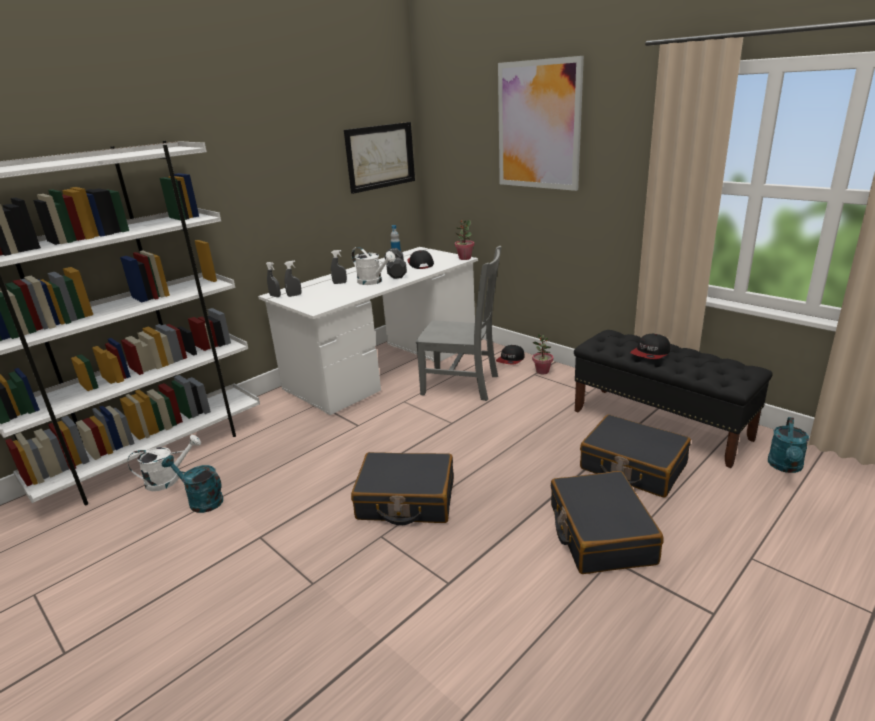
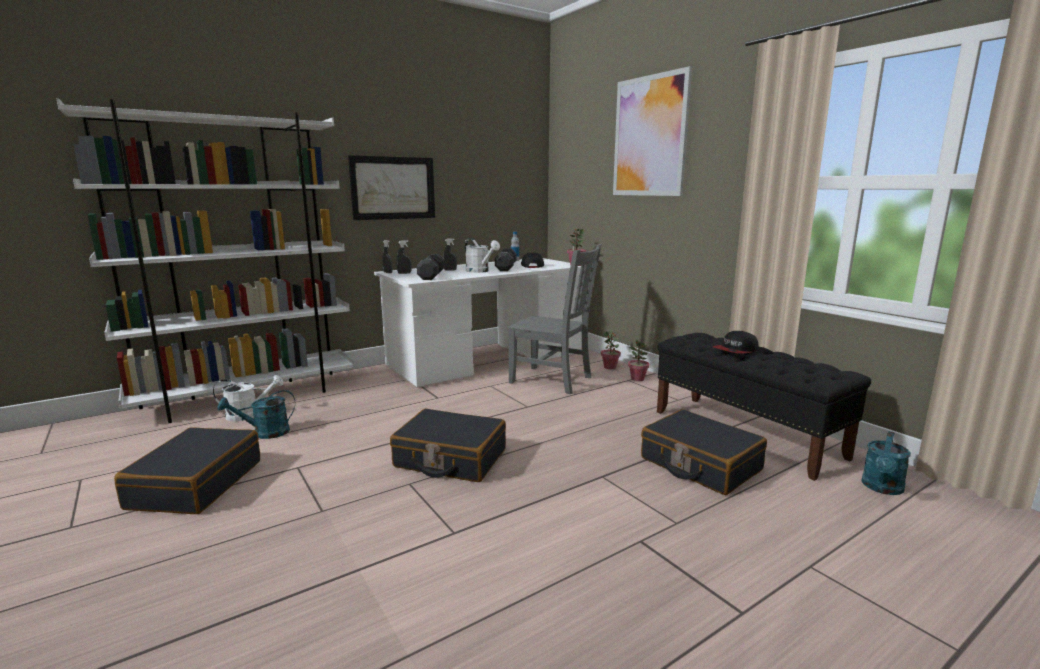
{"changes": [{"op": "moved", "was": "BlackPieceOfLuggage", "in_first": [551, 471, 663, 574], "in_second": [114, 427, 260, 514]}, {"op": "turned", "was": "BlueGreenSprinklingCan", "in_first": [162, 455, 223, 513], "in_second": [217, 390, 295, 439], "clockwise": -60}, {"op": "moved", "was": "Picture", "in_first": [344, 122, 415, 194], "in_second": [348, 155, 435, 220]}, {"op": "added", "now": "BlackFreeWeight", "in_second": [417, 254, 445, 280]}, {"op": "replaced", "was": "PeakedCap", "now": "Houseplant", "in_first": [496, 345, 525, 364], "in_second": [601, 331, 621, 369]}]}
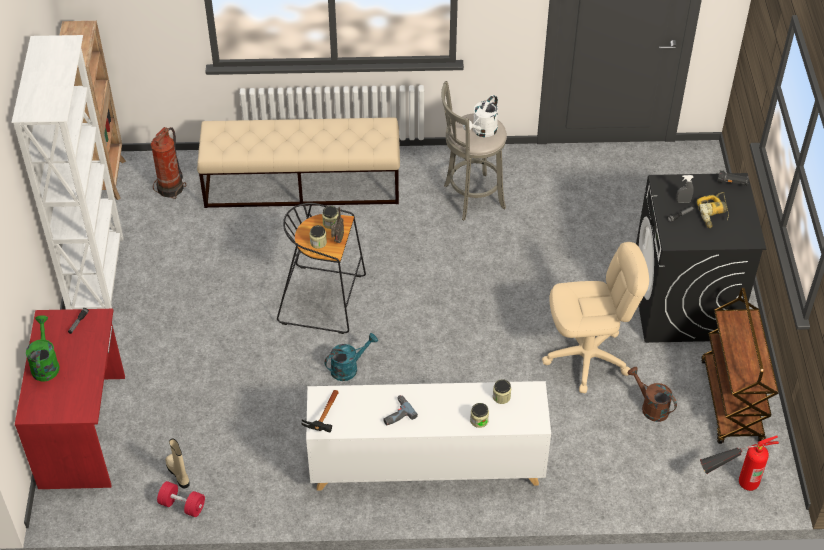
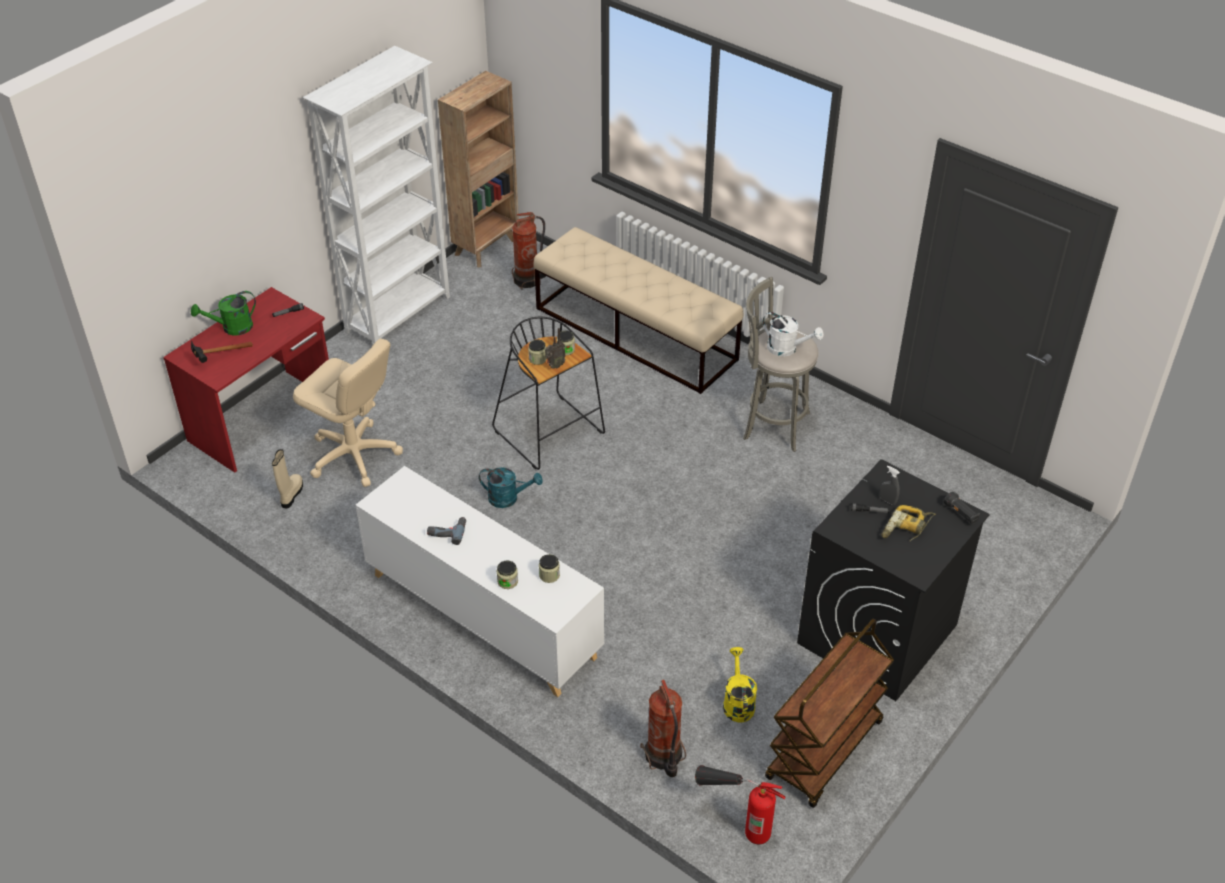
{"changes": [{"op": "turned", "was": "GreenSprinklingCan", "in_first": [26, 315, 59, 382], "in_second": [191, 291, 256, 336], "clockwise": -150}, {"op": "moved", "was": "ToolHammer", "in_first": [301, 390, 339, 432], "in_second": [191, 340, 253, 363]}, {"op": "moved", "was": "BeigeOfficeChair", "in_first": [542, 242, 649, 393], "in_second": [293, 338, 403, 487]}, {"op": "added", "now": "FireExtinguisher", "in_second": [640, 680, 686, 777]}, {"op": "recoloured", "was": "BrownSprinklingCan", "now": "YellowishSprinklingCan", "in_first": [628, 367, 677, 422], "in_second": [723, 647, 757, 723]}, {"op": "turned", "was": "WhitishSprinklingCan", "in_first": [462, 95, 498, 137], "in_second": [762, 312, 824, 357], "clockwise": -135}, {"op": "removed", "was": "ReddishFreeWeight", "in_first": [157, 481, 205, 517]}]}
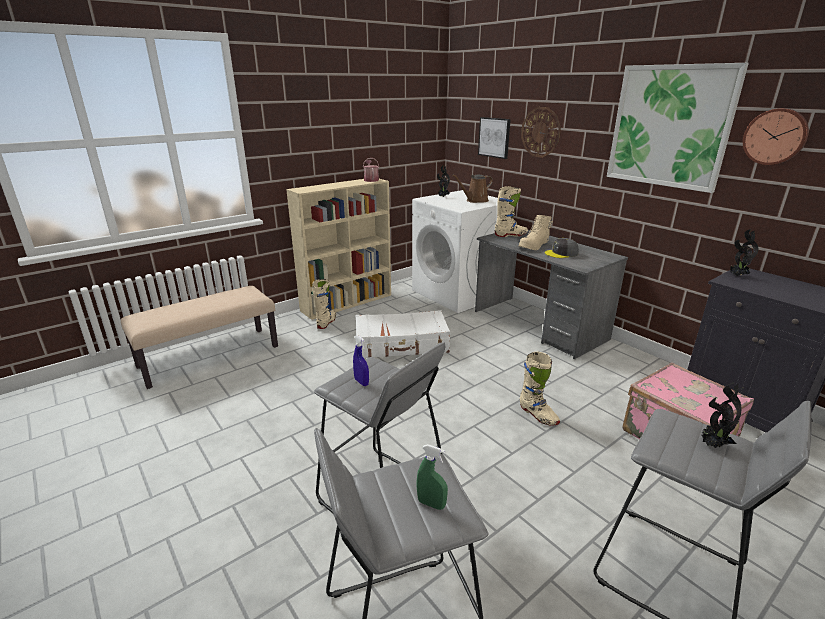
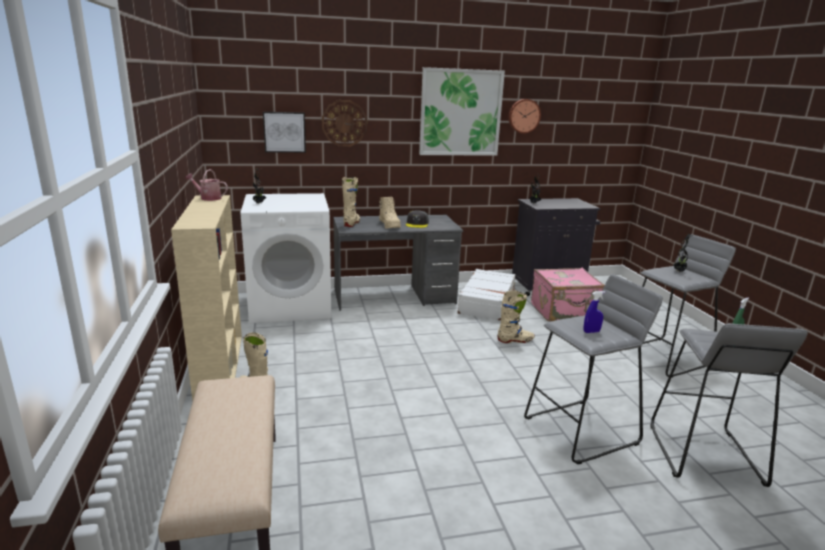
{"changes": [{"op": "moved", "was": "WhitishPieceOfLuggage", "in_first": [356, 310, 450, 358], "in_second": [457, 269, 516, 321]}, {"op": "removed", "was": "BrownSprinklingCan", "in_first": [452, 174, 493, 203]}]}
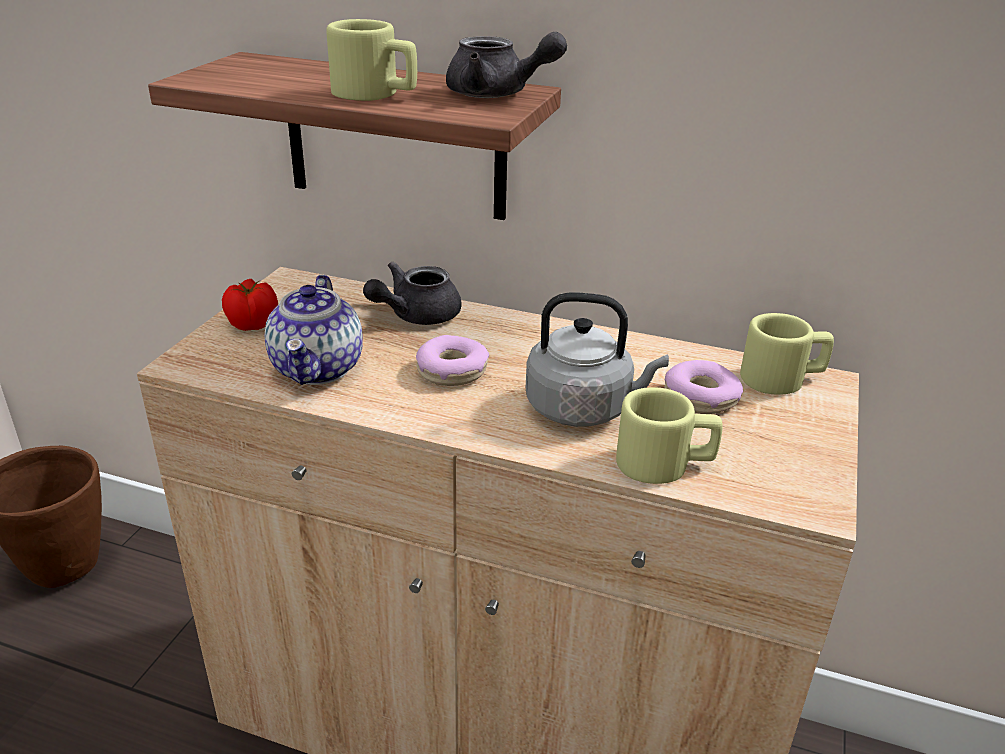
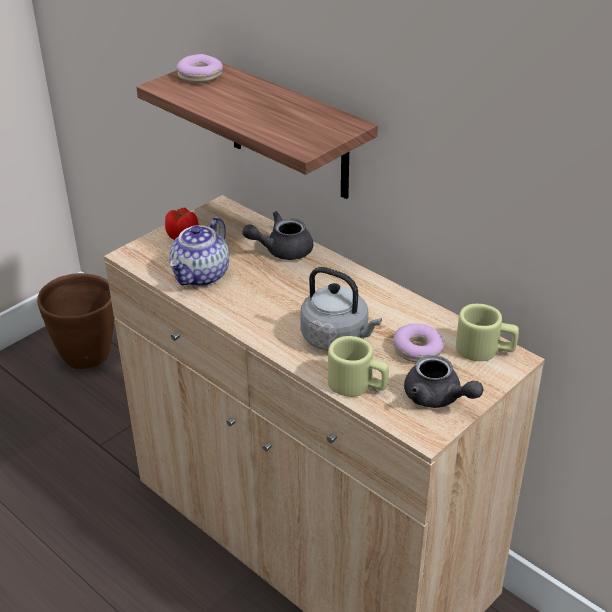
{"changes": [{"op": "moved", "was": "Donut", "in_first": [416, 335, 489, 386], "in_second": [176, 54, 223, 83]}, {"op": "moved", "was": "GrayTeapot", "in_first": [446, 32, 567, 98], "in_second": [404, 355, 484, 408]}, {"op": "removed", "was": "BeigeMug", "in_first": [326, 19, 417, 101]}]}
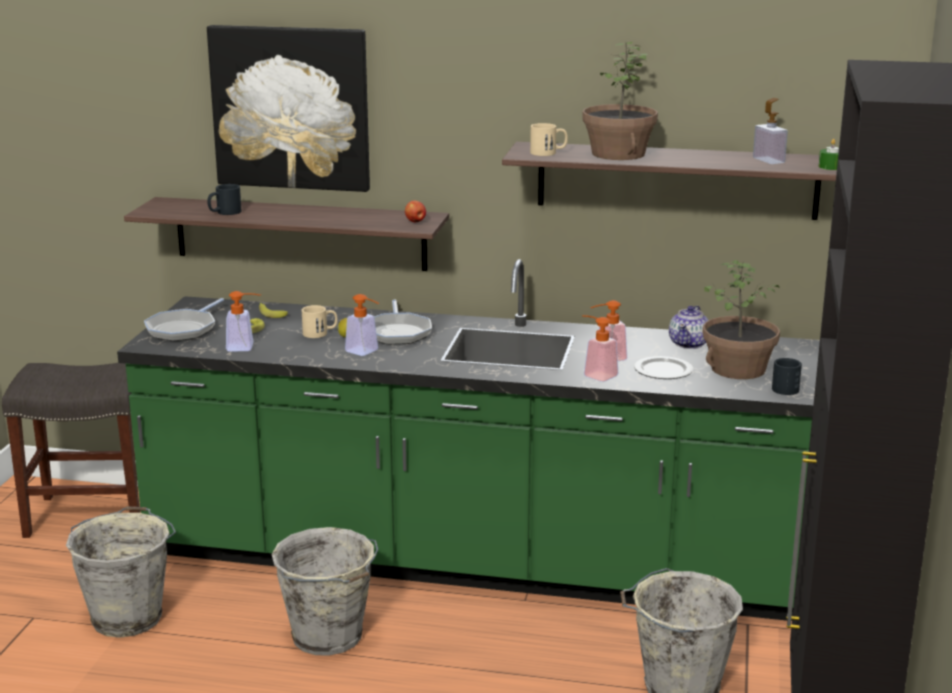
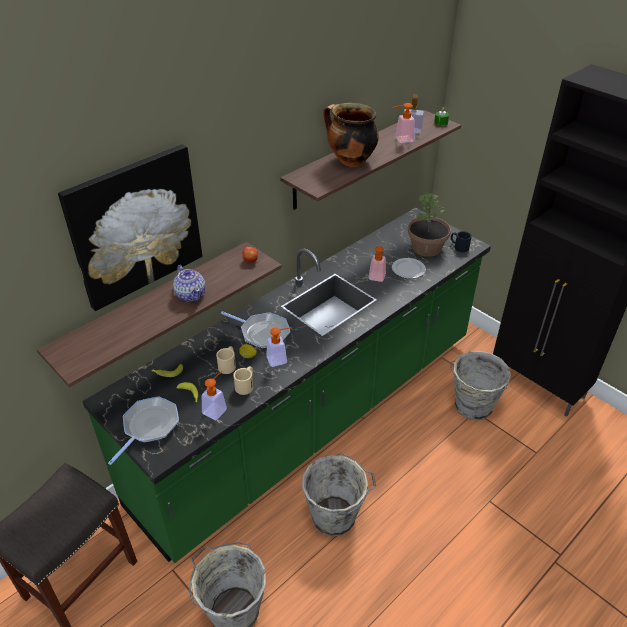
{"changes": [{"op": "turned", "was": "FryingPan", "in_first": [144, 298, 224, 341], "in_second": [108, 396, 179, 465], "clockwise": -120}, {"op": "moved", "was": "Teapot", "in_first": [669, 306, 709, 349], "in_second": [173, 265, 206, 301]}, {"op": "moved", "was": "BeigeMug", "in_first": [530, 123, 568, 156], "in_second": [233, 366, 253, 395]}, {"op": "replaced", "was": "Houseplant", "now": "Saucepot", "in_first": [582, 42, 658, 160], "in_second": [323, 103, 379, 167]}, {"op": "moved", "was": "LiquidSoapBottle", "in_first": [582, 315, 618, 382], "in_second": [393, 103, 415, 143]}, {"op": "removed", "was": "BlackMug", "in_first": [207, 184, 242, 215]}]}
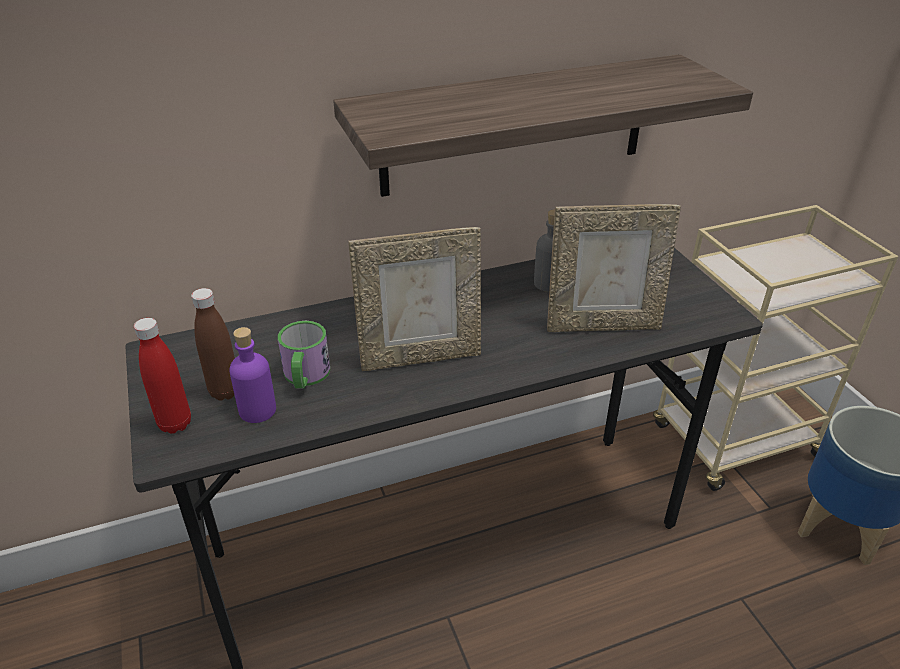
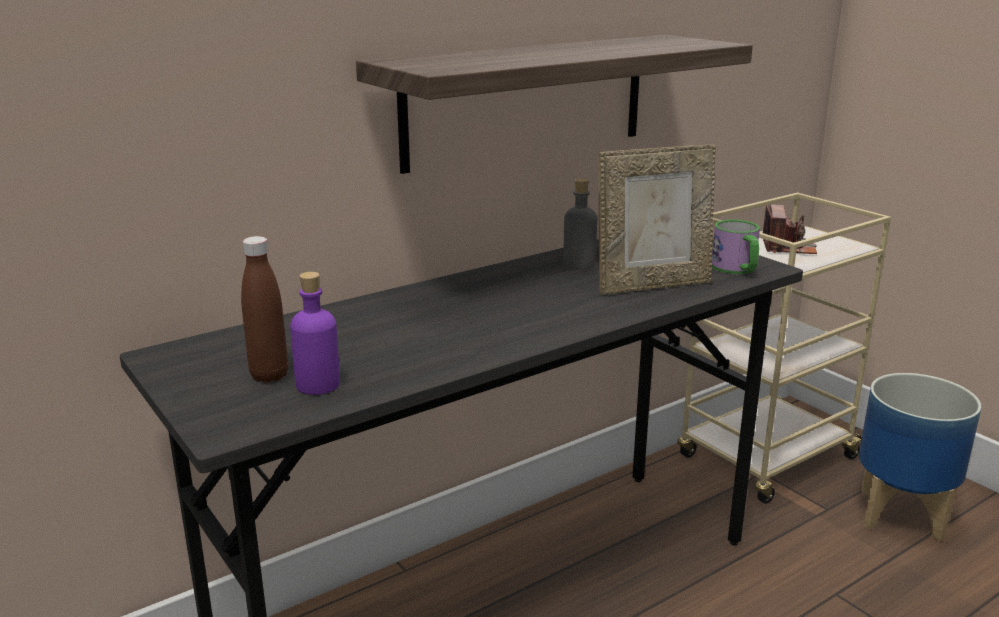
{"changes": [{"op": "moved", "was": "Mug", "in_first": [278, 321, 330, 389], "in_second": [712, 220, 760, 274]}, {"op": "added", "now": "PhotoCamera", "in_second": [763, 204, 817, 254]}, {"op": "removed", "was": "ReddishDrinkBottle", "in_first": [134, 318, 191, 434]}, {"op": "removed", "was": "PhotoFrame", "in_first": [349, 227, 481, 371]}]}
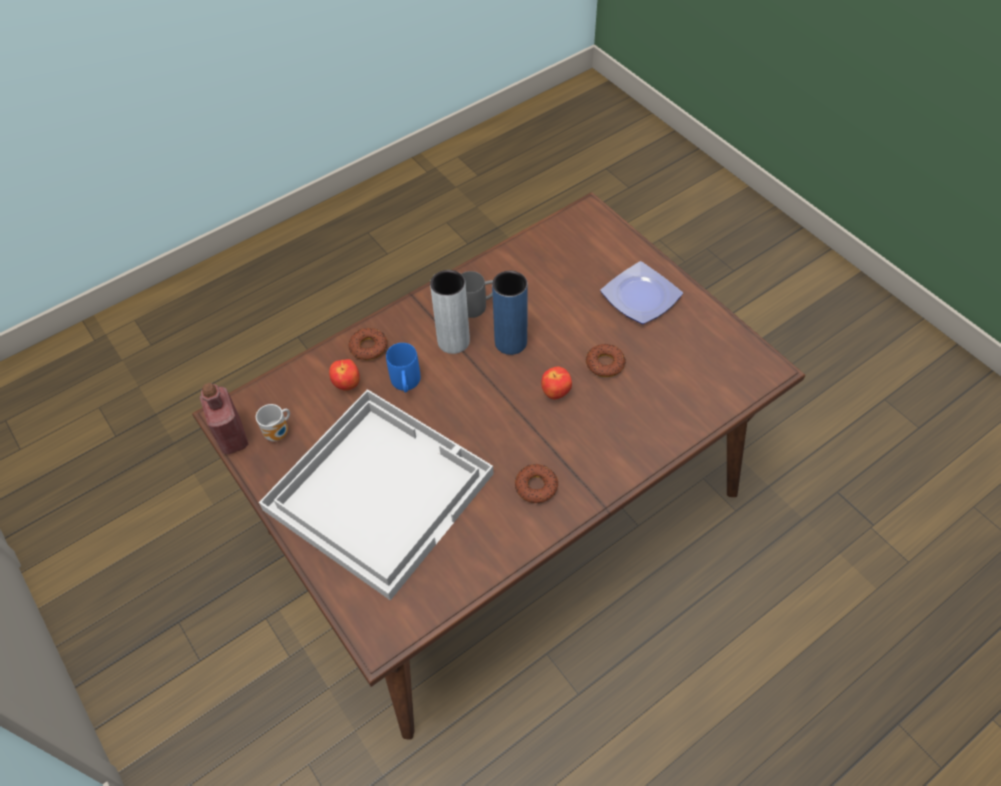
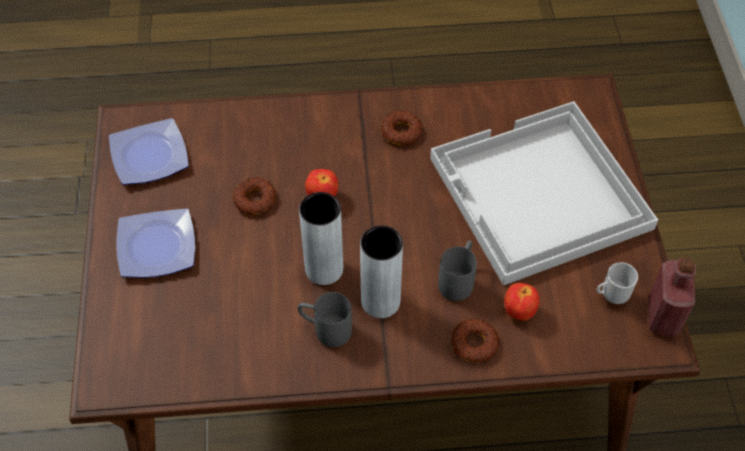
{"changes": [{"op": "added", "now": "DinnerPlate", "in_second": [109, 118, 189, 185]}, {"op": "recoloured", "was": "BlueDecorativeVase", "now": "GrayDecorativeVase", "in_first": [492, 271, 528, 355], "in_second": [299, 192, 343, 285]}, {"op": "recoloured", "was": "BlueMug", "now": "GrayMug", "in_first": [386, 343, 420, 393], "in_second": [438, 240, 477, 301]}]}
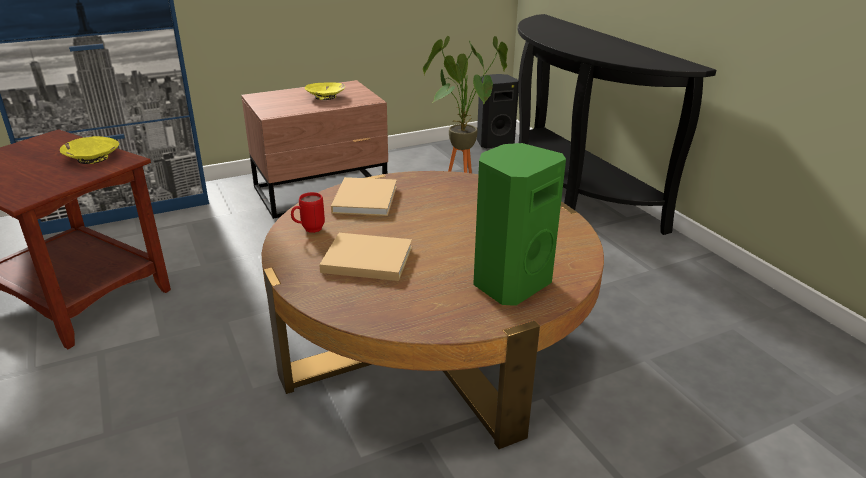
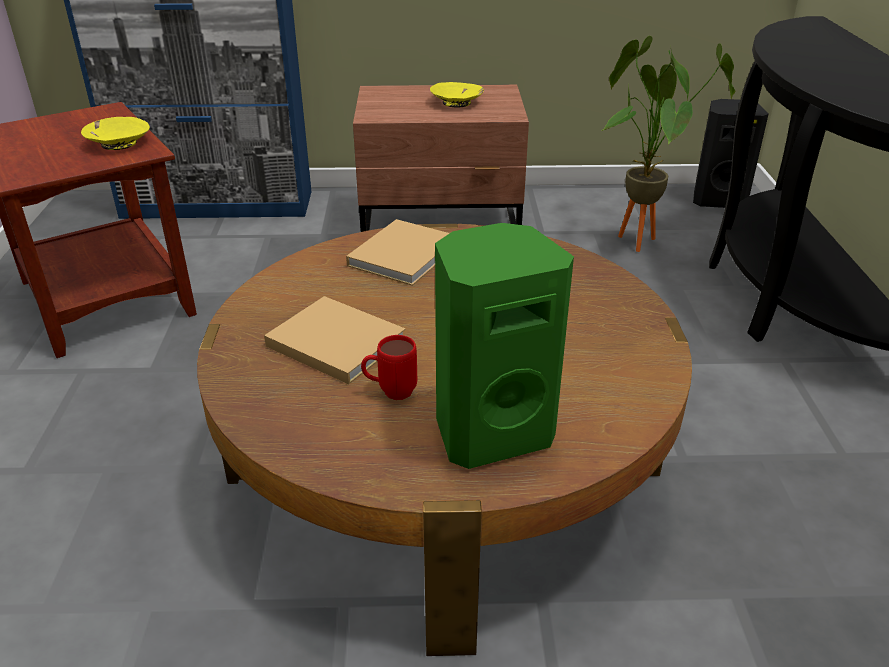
{"changes": [{"op": "moved", "was": "ReddishMug", "in_first": [291, 192, 325, 233], "in_second": [361, 335, 417, 400]}]}
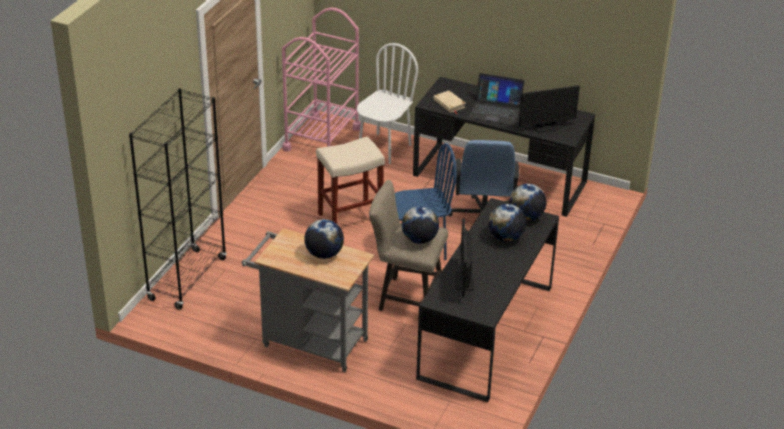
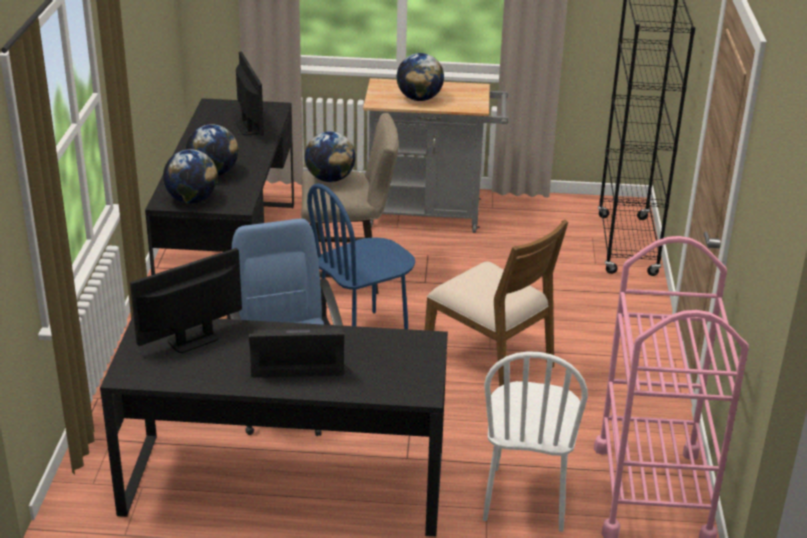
{"changes": [{"op": "replaced", "was": "BeigeStool", "now": "BrownPlainChair", "in_first": [316, 137, 385, 224], "in_second": [425, 220, 568, 387]}, {"op": "removed", "was": "BeigeBook", "in_first": [433, 91, 466, 114]}]}
